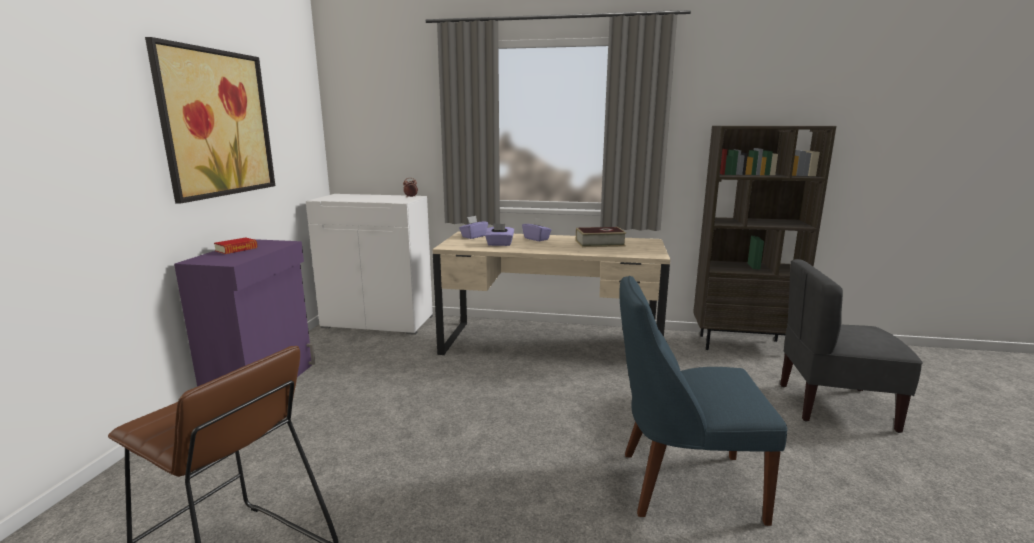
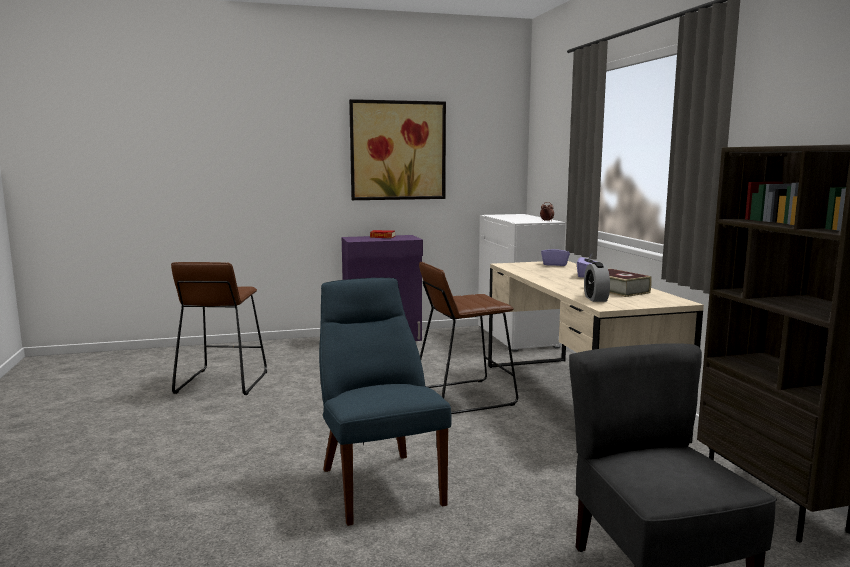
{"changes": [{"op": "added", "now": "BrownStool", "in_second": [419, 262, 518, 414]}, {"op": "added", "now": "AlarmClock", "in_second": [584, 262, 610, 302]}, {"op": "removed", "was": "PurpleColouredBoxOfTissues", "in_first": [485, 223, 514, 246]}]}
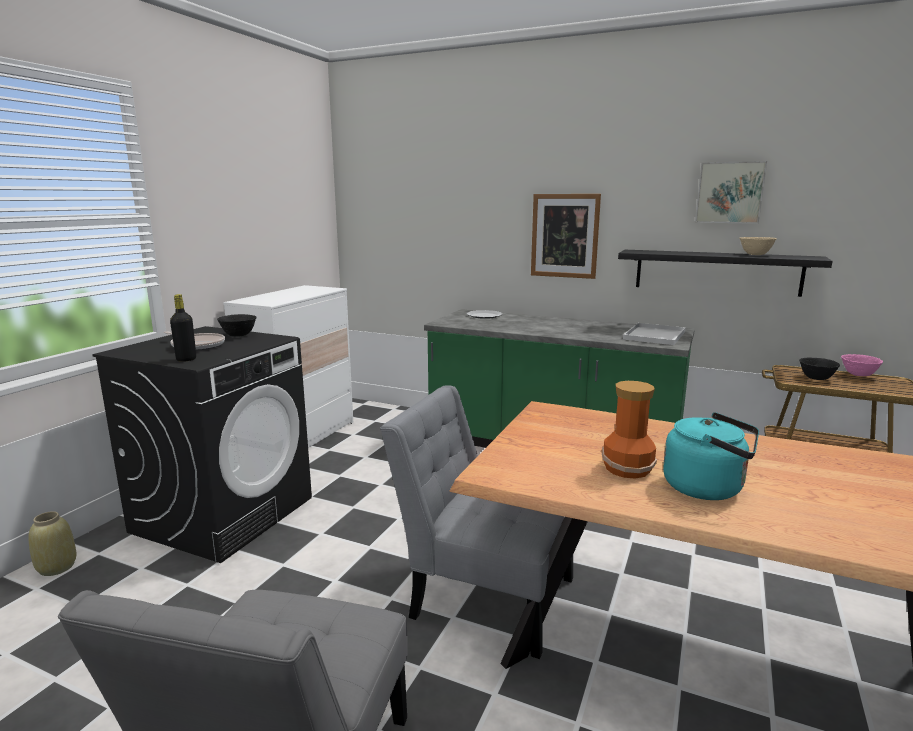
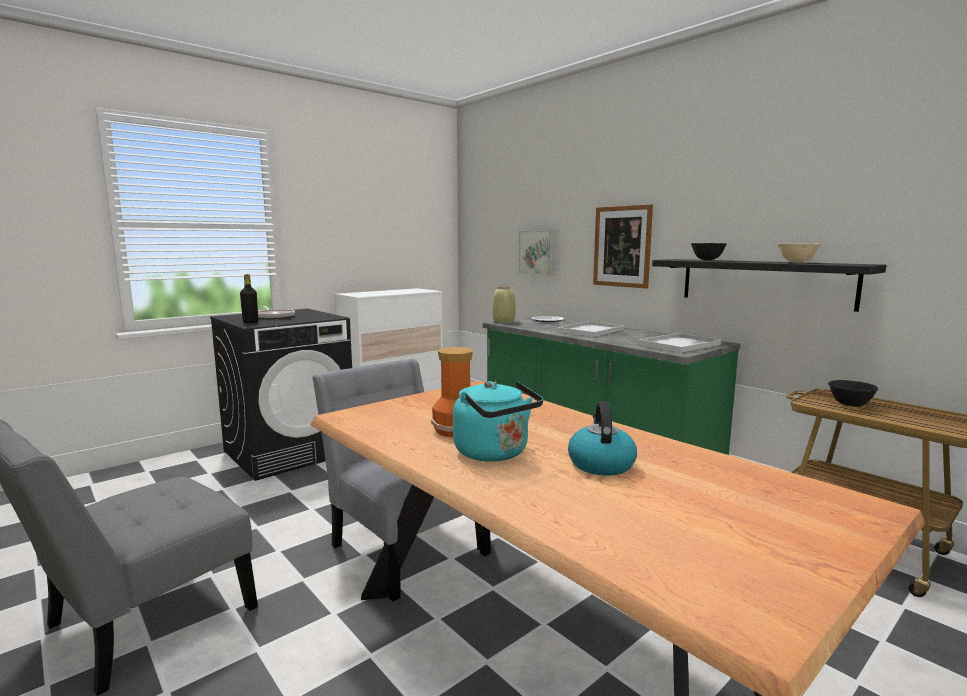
{"changes": [{"op": "moved", "was": "BeigeDecorativeVase", "in_first": [29, 511, 76, 576], "in_second": [492, 285, 516, 323]}, {"op": "moved", "was": "Picture", "in_first": [695, 161, 767, 224], "in_second": [518, 230, 555, 276]}, {"op": "added", "now": "WhitishServingTray", "in_second": [557, 321, 625, 337]}, {"op": "added", "now": "Kettle", "in_second": [568, 402, 637, 476]}, {"op": "moved", "was": "BlackBowl", "in_first": [217, 314, 257, 337], "in_second": [691, 243, 727, 260]}, {"op": "removed", "was": "PinkishBowl", "in_first": [841, 354, 883, 376]}]}
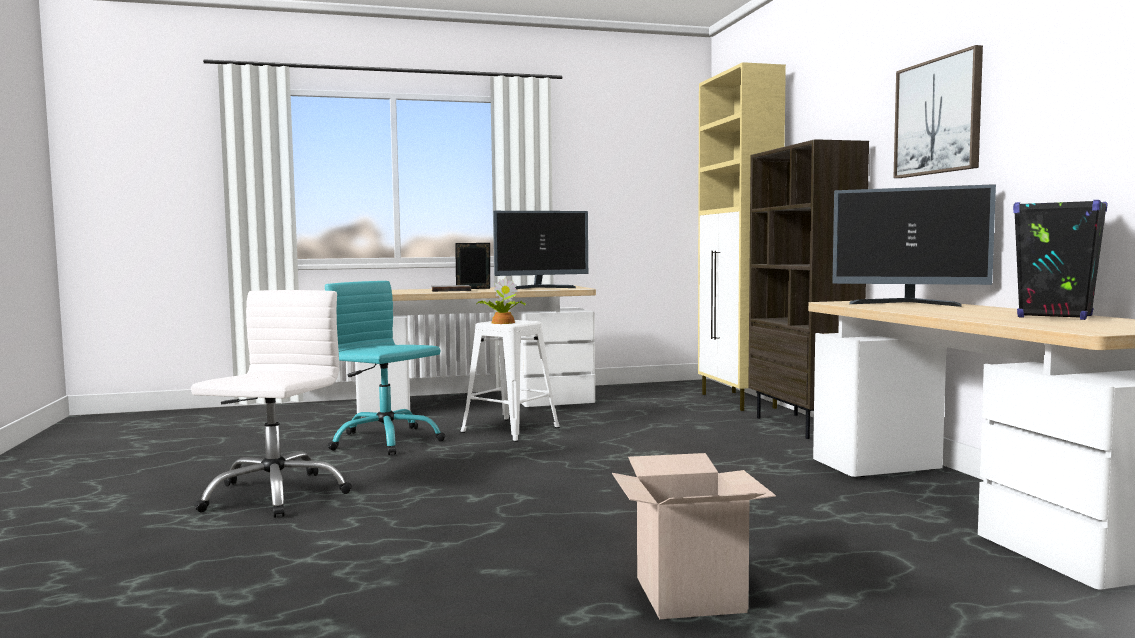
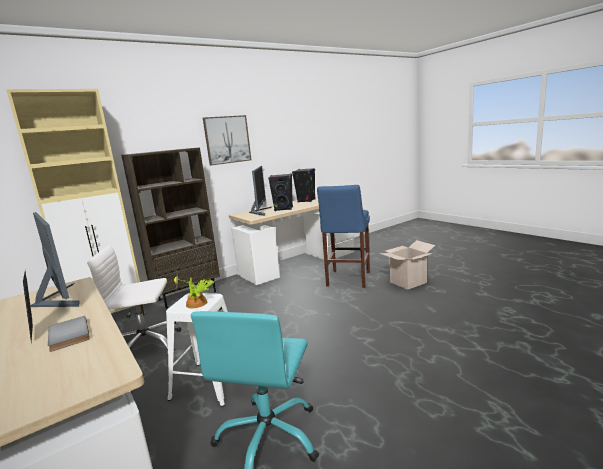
{"changes": [{"op": "moved", "was": "WhitishOfficeChair", "in_first": [191, 290, 352, 518], "in_second": [87, 245, 181, 351]}, {"op": "added", "now": "BlackSpeaker", "in_second": [268, 173, 293, 211]}, {"op": "added", "now": "BlueStool", "in_second": [317, 185, 370, 288]}]}
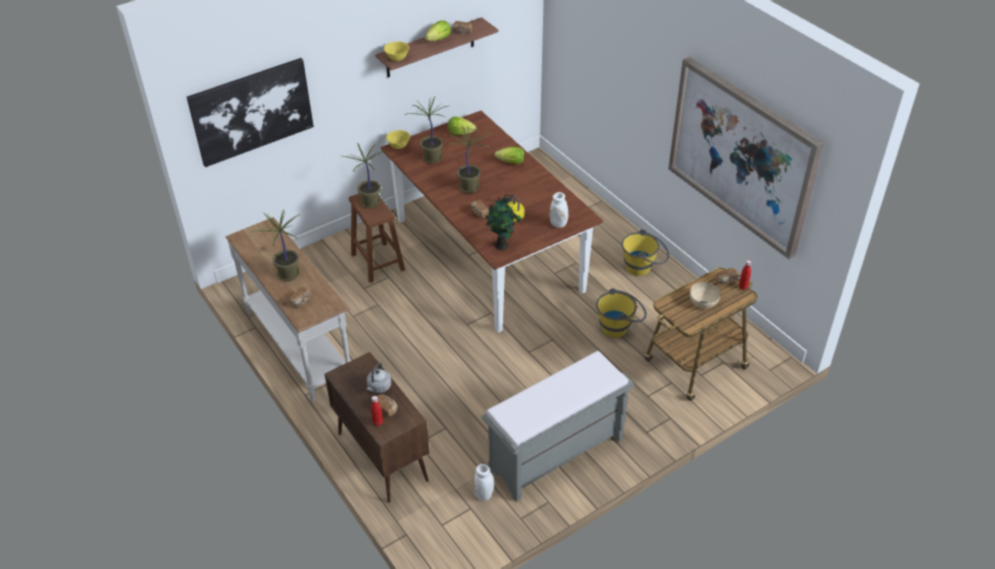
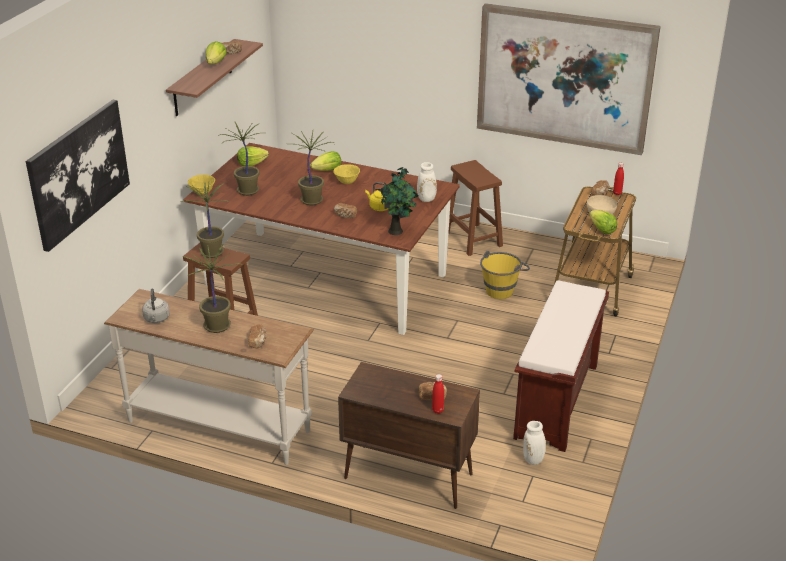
{"changes": [{"op": "moved", "was": "GrayKettle", "in_first": [366, 362, 391, 393], "in_second": [142, 289, 170, 323]}, {"op": "moved", "was": "YellowishBowl", "in_first": [384, 41, 409, 61], "in_second": [333, 164, 360, 184]}, {"op": "replaced", "was": "YellowishBucket", "now": "BrownStool", "in_first": [621, 229, 669, 276], "in_second": [448, 160, 503, 256]}, {"op": "recoloured", "was": "GrayLongSeat", "now": "BrownLongSeat", "in_first": [481, 351, 633, 502], "in_second": [513, 280, 609, 452]}, {"op": "added", "now": "HeadOfLettuce", "in_second": [589, 210, 617, 234]}]}
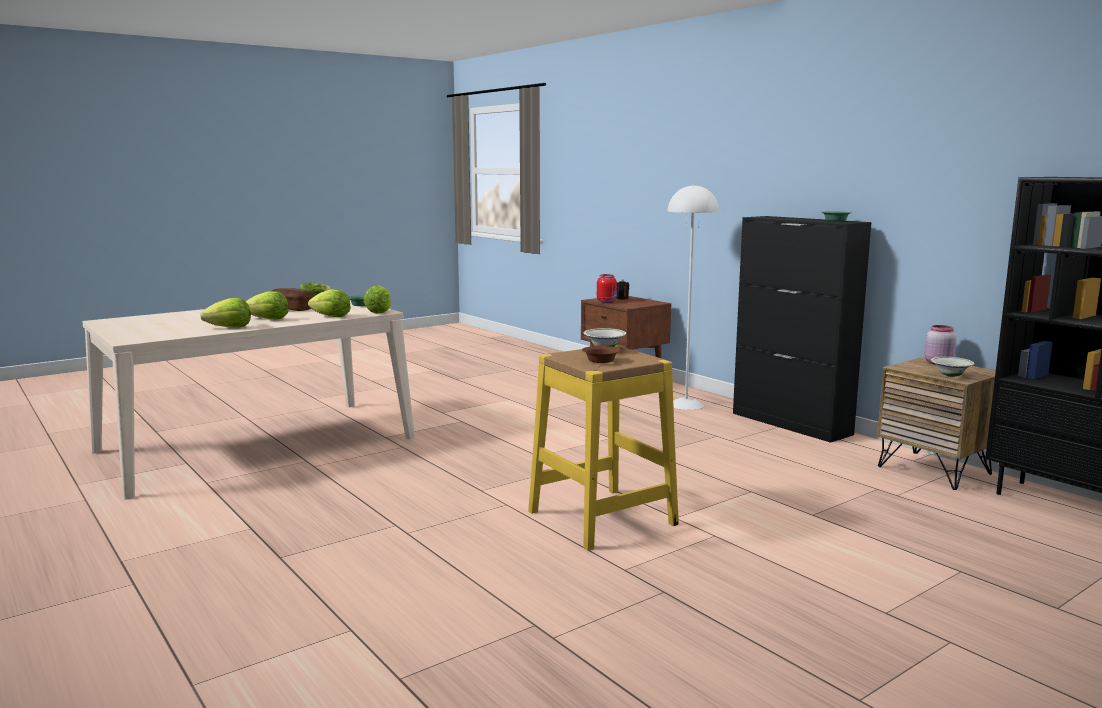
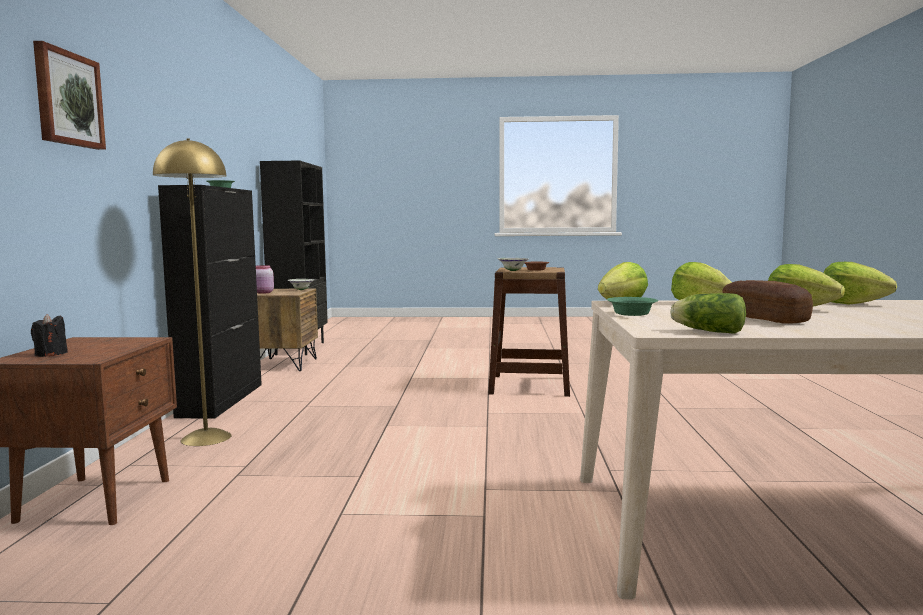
{"changes": [{"op": "added", "now": "Picture", "in_second": [33, 41, 106, 150]}, {"op": "recoloured", "was": "WhitishStandingLamp", "now": "YellowishStandingLamp", "in_first": [668, 184, 719, 410], "in_second": [153, 138, 232, 446]}, {"op": "recoloured", "was": "YellowishStool", "now": "BrownStool", "in_first": [528, 346, 679, 551], "in_second": [488, 267, 570, 397]}, {"op": "removed", "was": "ReddishStorageJar", "in_first": [597, 274, 617, 303]}]}
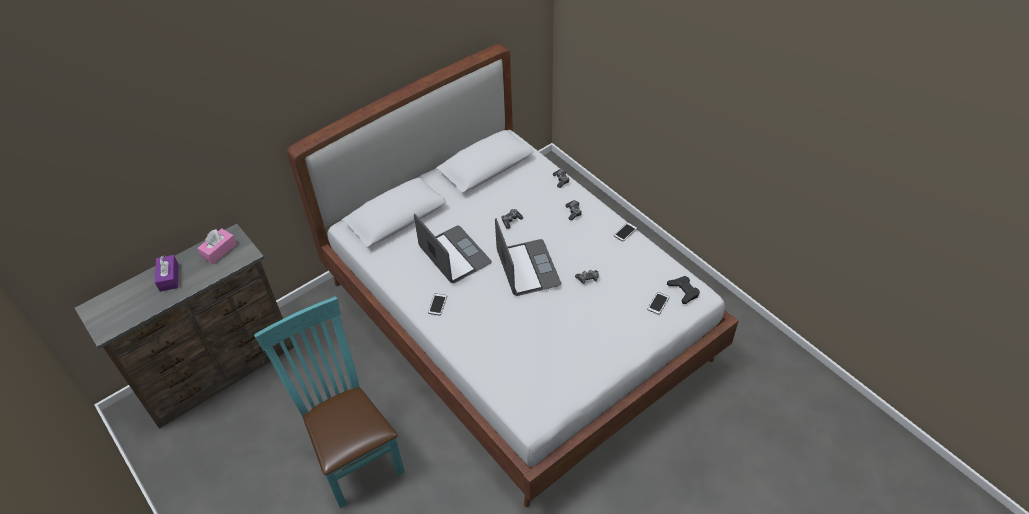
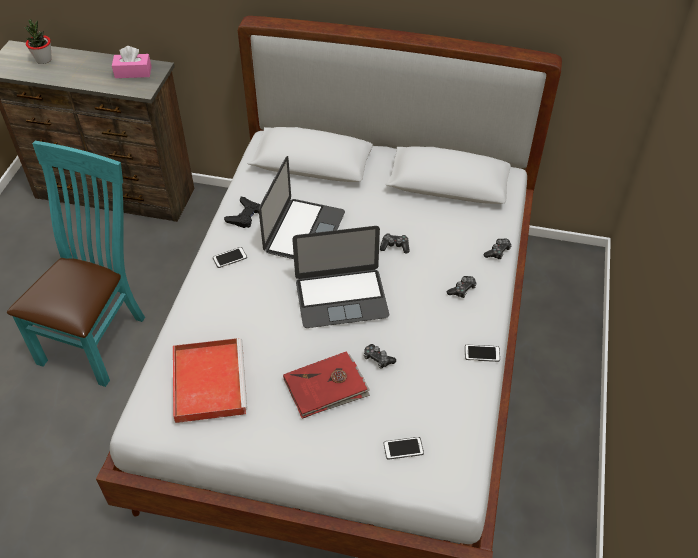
{"changes": [{"op": "added", "now": "Houseplant", "in_second": [25, 19, 52, 64]}, {"op": "added", "now": "ReddishServingTray", "in_second": [173, 338, 247, 423]}, {"op": "moved", "was": "BlackGameController", "in_first": [667, 276, 700, 304], "in_second": [224, 197, 260, 228]}, {"op": "added", "now": "ReddishBook", "in_second": [283, 351, 370, 419]}, {"op": "turned", "was": "NotebookComputer", "in_first": [495, 218, 561, 296], "in_second": [292, 226, 389, 328], "clockwise": 45}, {"op": "removed", "was": "PurpleColouredBoxOfTissues", "in_first": [155, 255, 178, 292]}]}
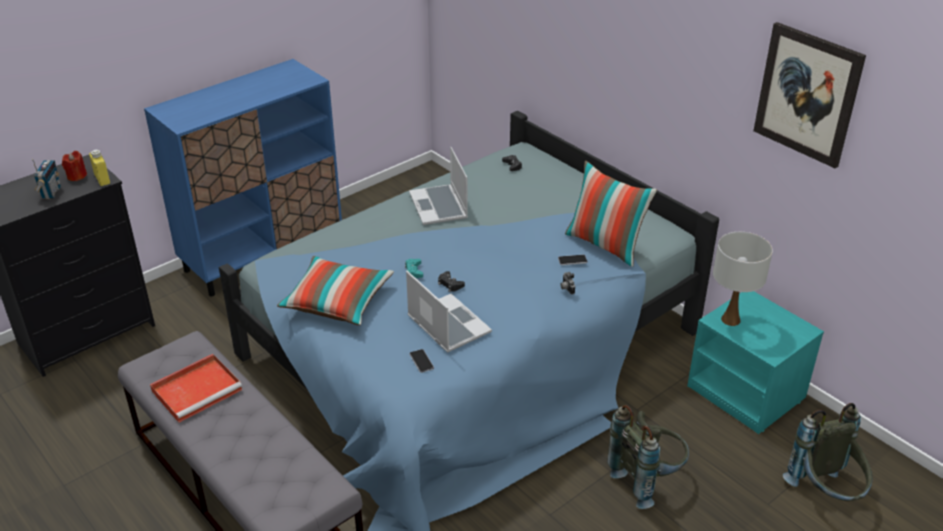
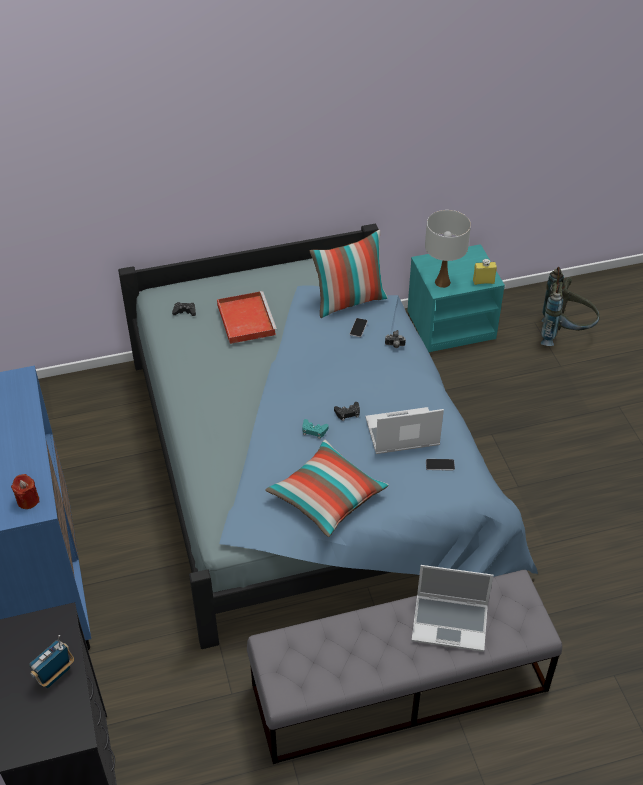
{"changes": [{"op": "moved", "was": "ReddishWaxCandle", "in_first": [62, 151, 87, 181], "in_second": [11, 474, 40, 509]}, {"op": "turned", "was": "RadioReceiver", "in_first": [32, 159, 61, 199], "in_second": [29, 635, 74, 688], "clockwise": -75}, {"op": "moved", "was": "ReddishServingTray", "in_first": [150, 354, 242, 422], "in_second": [217, 291, 277, 344]}, {"op": "moved", "was": "NotebookComputer", "in_first": [409, 147, 468, 225], "in_second": [412, 565, 493, 652]}, {"op": "moved", "was": "YellowishDrinkBottle", "in_first": [89, 150, 110, 186], "in_second": [473, 259, 497, 285]}, {"op": "removed", "was": "GrayBackpack", "in_first": [607, 405, 689, 509]}, {"op": "removed", "was": "Picture", "in_first": [753, 22, 866, 168]}]}
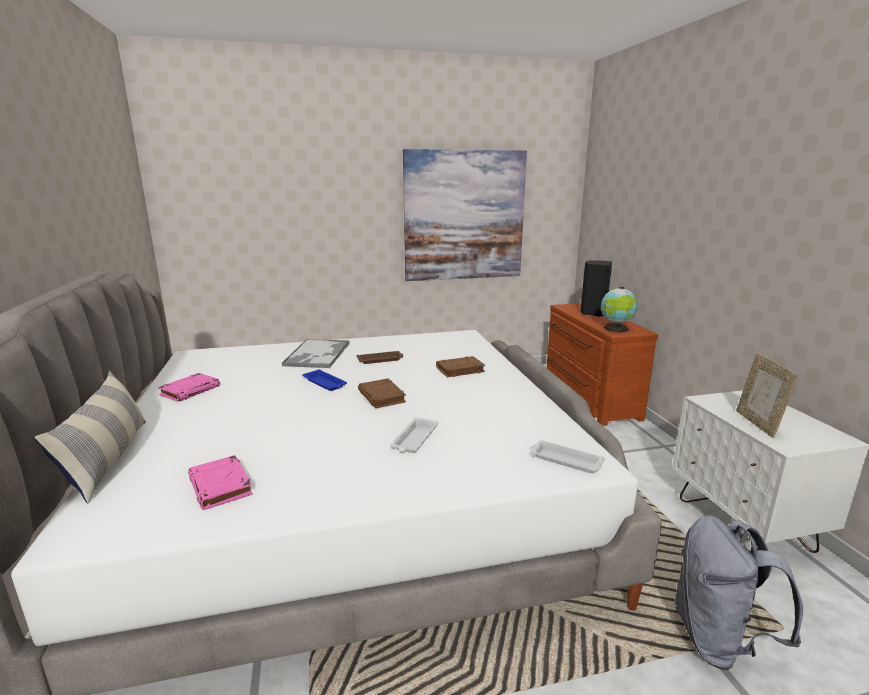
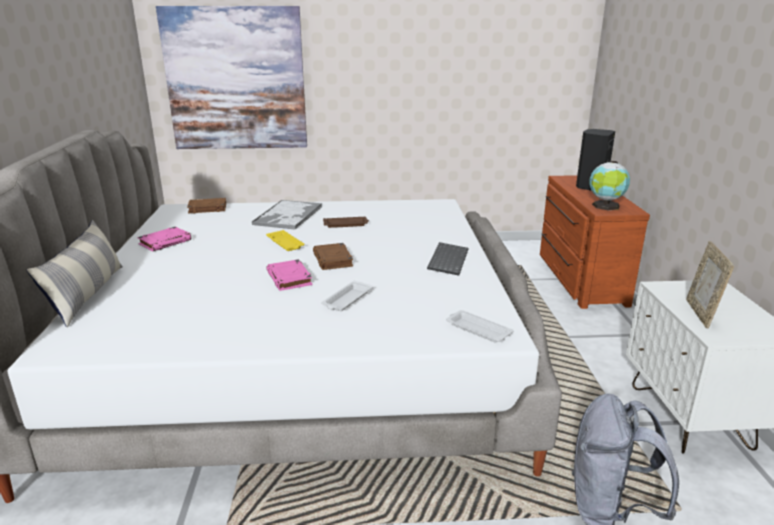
{"changes": [{"op": "moved", "was": "Picture", "in_first": [403, 149, 527, 281], "in_second": [156, 6, 307, 149]}, {"op": "moved", "was": "BrownBook", "in_first": [436, 356, 485, 377], "in_second": [187, 198, 226, 213]}, {"op": "recoloured", "was": "BlueServingTray", "now": "YellowishServingTray", "in_first": [302, 369, 347, 391], "in_second": [266, 230, 305, 251]}, {"op": "moved", "was": "PinkishBook", "in_first": [188, 455, 253, 510], "in_second": [267, 259, 312, 291]}, {"op": "added", "now": "PcKeyboard", "in_second": [427, 242, 469, 276]}]}
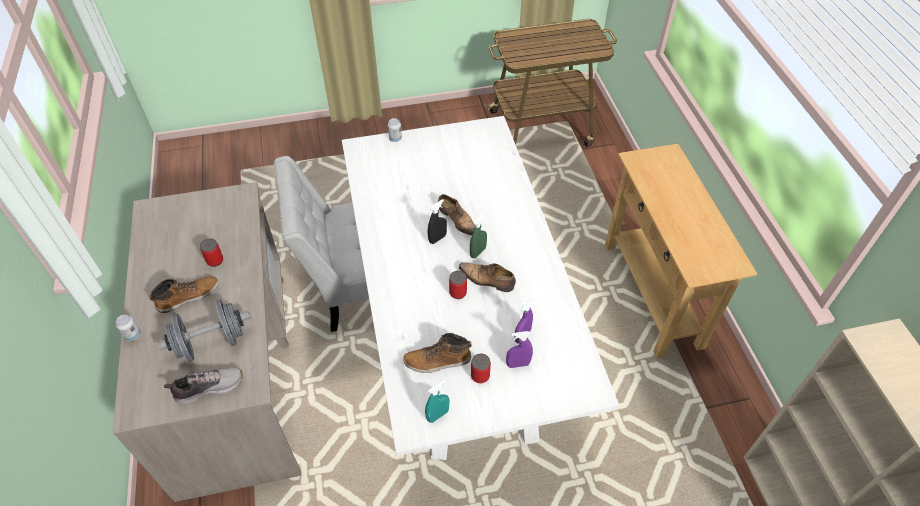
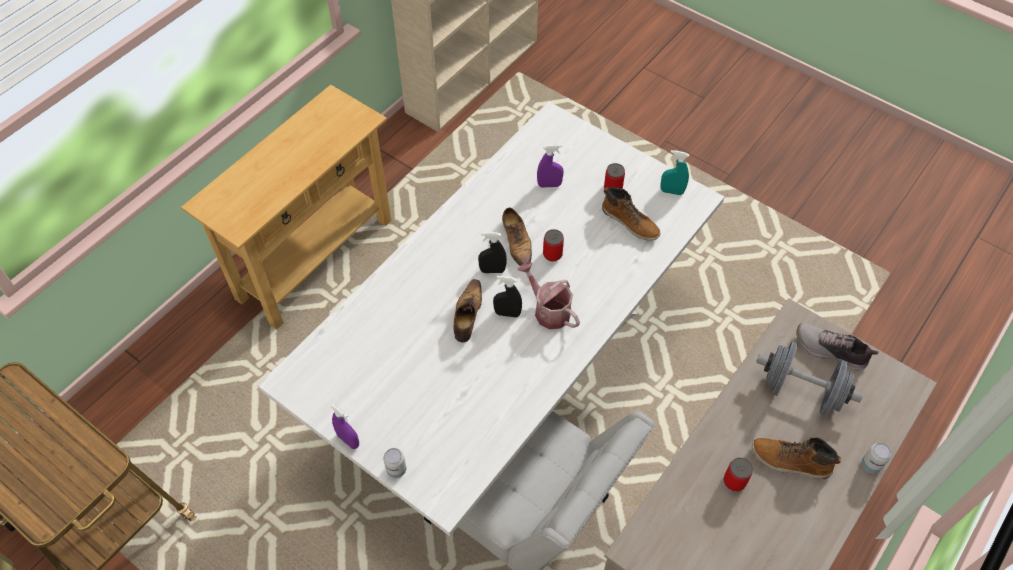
{"changes": [{"op": "moved", "was": "PurpleColouredSprayBottle", "in_first": [506, 331, 533, 368], "in_second": [331, 404, 359, 449]}, {"op": "recoloured", "was": "GreenSprayBottle", "now": "BlackSprayBottle", "in_first": [470, 212, 487, 258], "in_second": [478, 232, 507, 273]}, {"op": "added", "now": "SprinklingCan", "in_second": [518, 262, 580, 329]}]}
